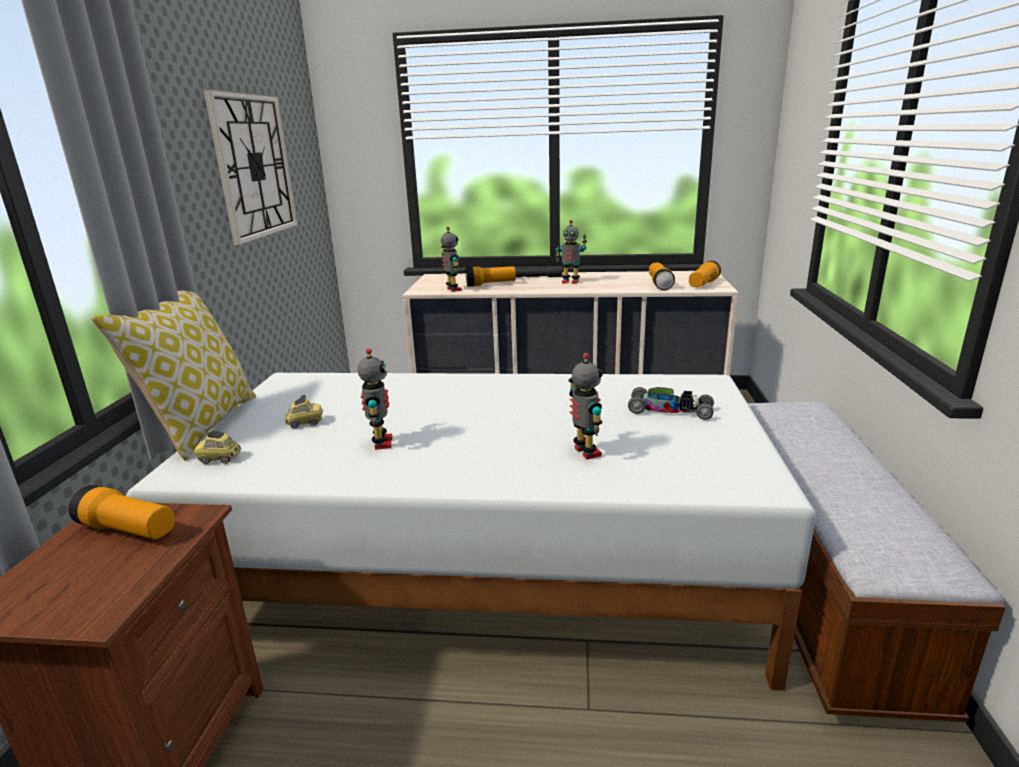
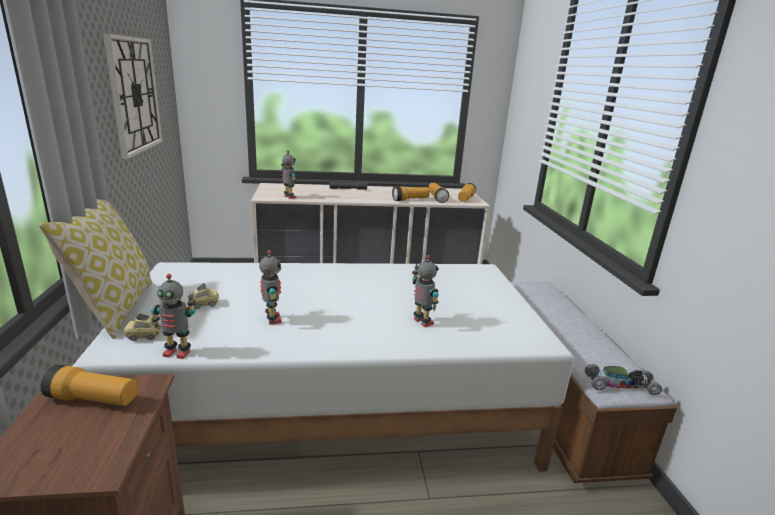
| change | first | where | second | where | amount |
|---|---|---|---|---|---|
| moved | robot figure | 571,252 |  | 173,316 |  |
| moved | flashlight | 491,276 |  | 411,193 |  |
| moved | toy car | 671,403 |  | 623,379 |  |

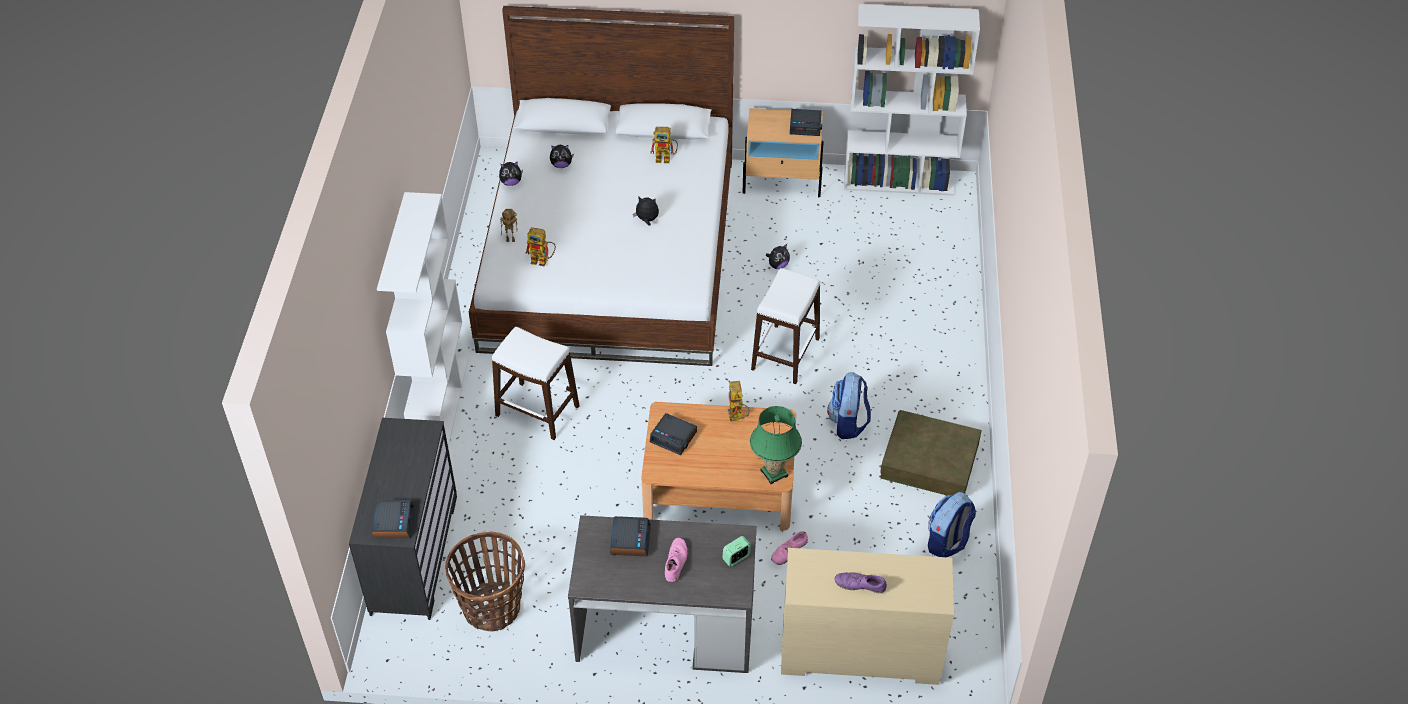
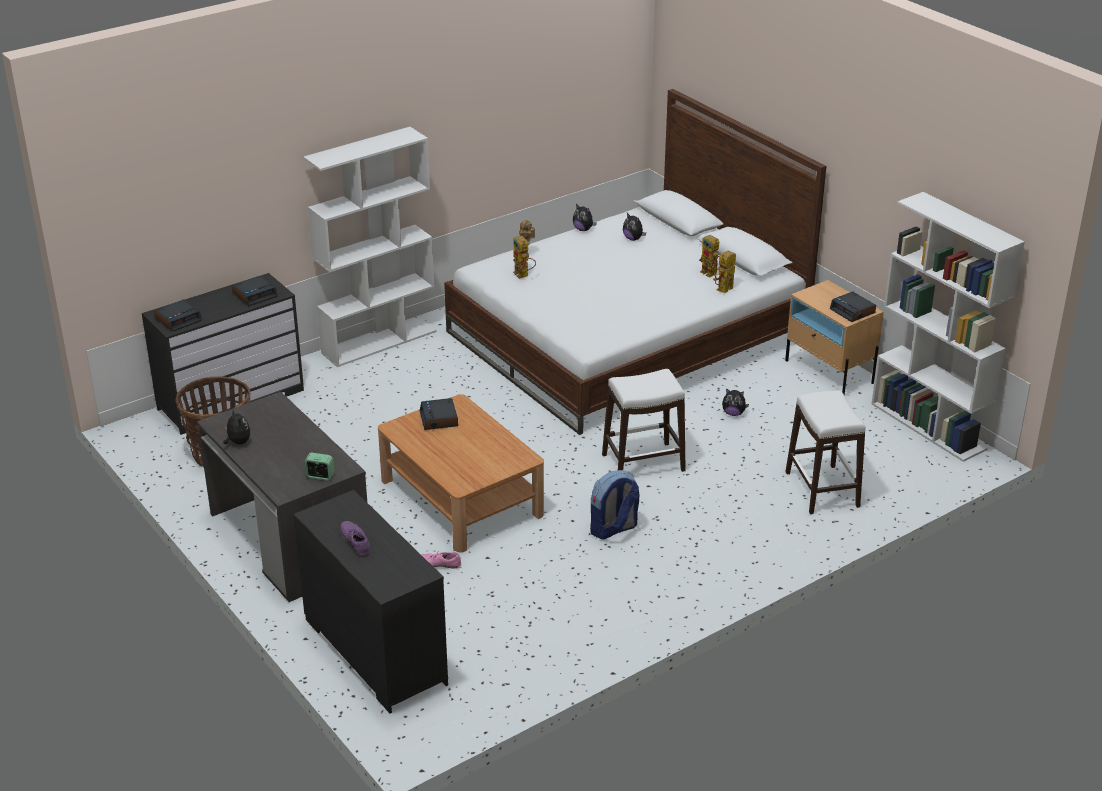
| change | first | where | second | where | amount |
|---|---|---|---|---|---|
| moved | plush toy | 646,211 |  | 236,426 |  |
| moved | bedside clock | 630,536 |  | 255,290 |  |
| recoloured | dresser/beige | 867,616 | dresser/black-coloured | 371,601 |  |
| moved | robot figure | 739,401 |  | 724,272 |  |
| moved | stool seat/whitish | 535,383 |  | 825,452 |  |
| removed | low shoe/pink | 676,560 |  |  |  |
| removed | table lamp/greenish | 776,445 |  |  |  |
| removed | storage box/brown-coloured | 931,453 |  |  |  |
| removed | backpack | 952,524 |  |  |  |

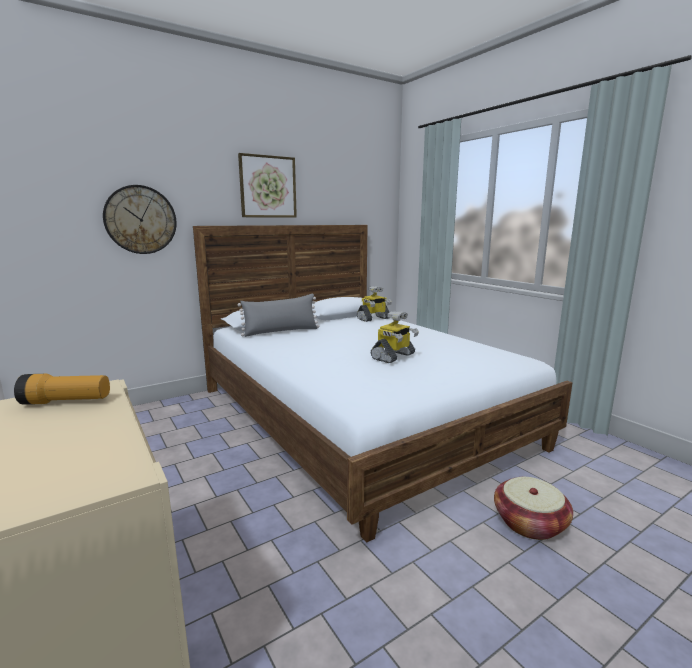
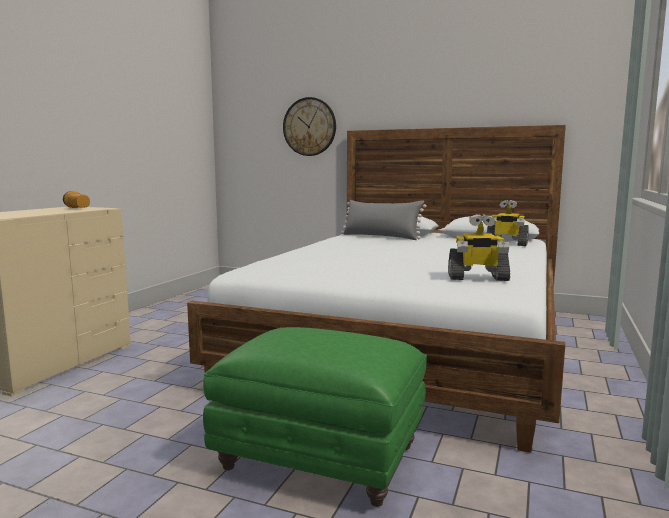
| change | first | where | second | where | amount |
|---|---|---|---|---|---|
| replaced | household basket | 533,508 | ottoman/greenish | 315,417 |  |
| moved | robot figure | 394,337 |  | 479,247 |  |
| removed | wall art | 267,185 |  |  |  |

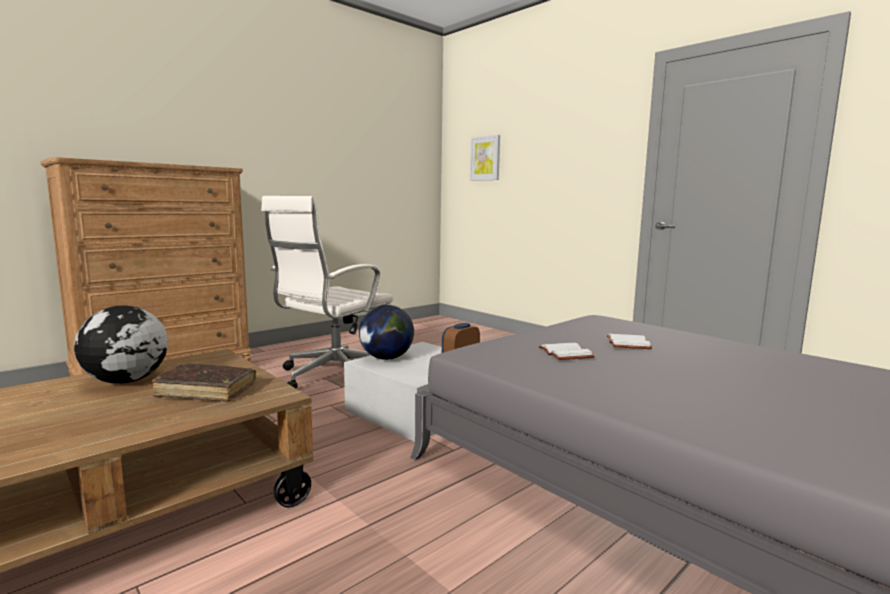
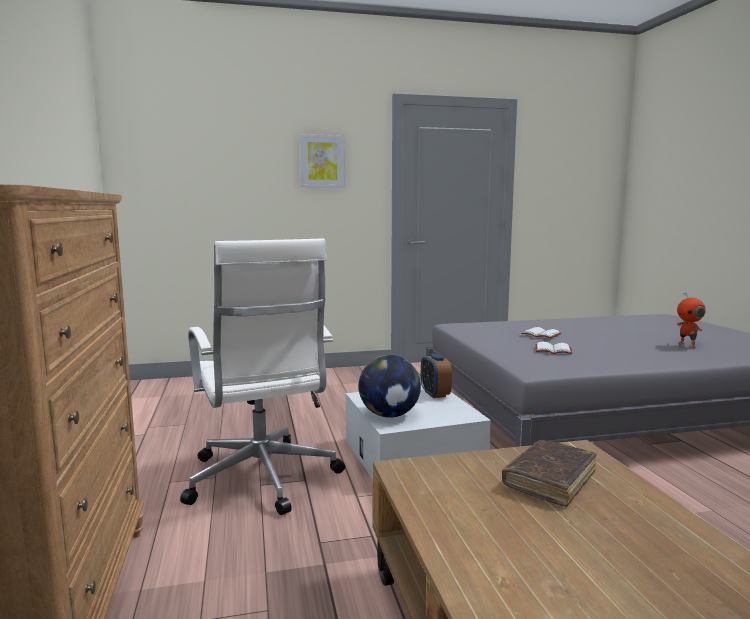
| change | first | where | second | where | amount |
|---|---|---|---|---|---|
| moved | wall art | 485,158 |  | 322,160 |  |
| added |  |  | robot figure | 691,320 |  |
| removed | desk globe | 121,344 |  |  |  |

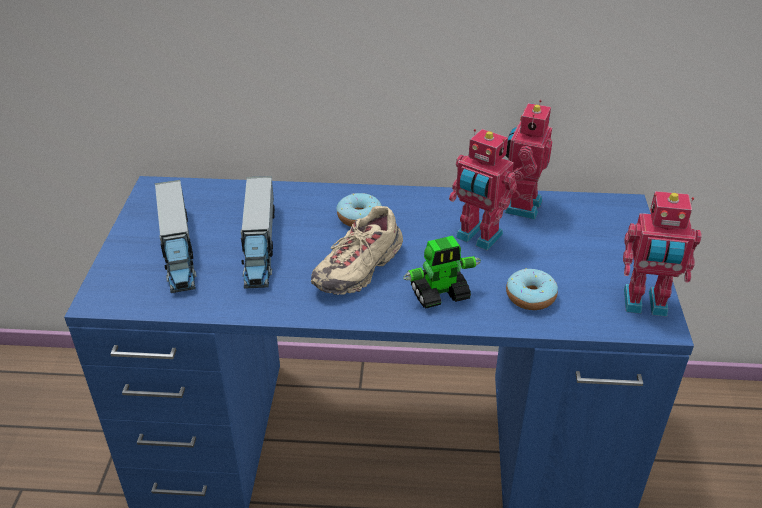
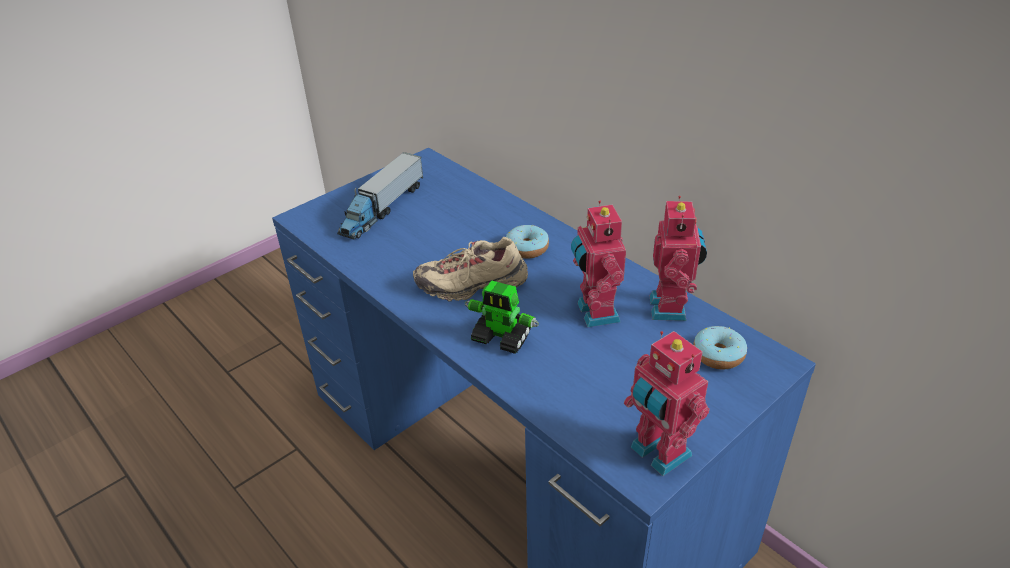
| change | first | where | second | where | amount |
|---|---|---|---|---|---|
| turned | robot figure | 528,159 |  | 678,258 | 120 degrees clockwise |
| moved | ring doughnut | 532,289 |  | 720,348 |  |
| removed | toy truck | 258,232 |  |  |  |

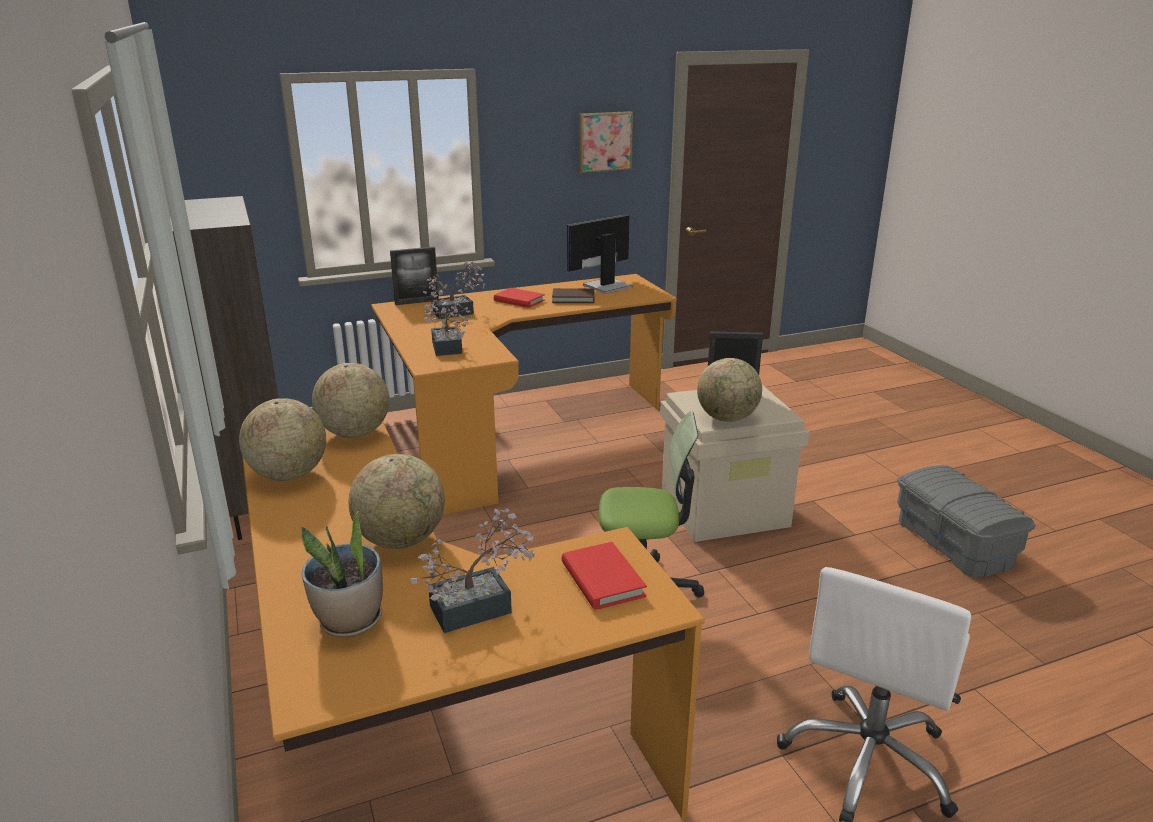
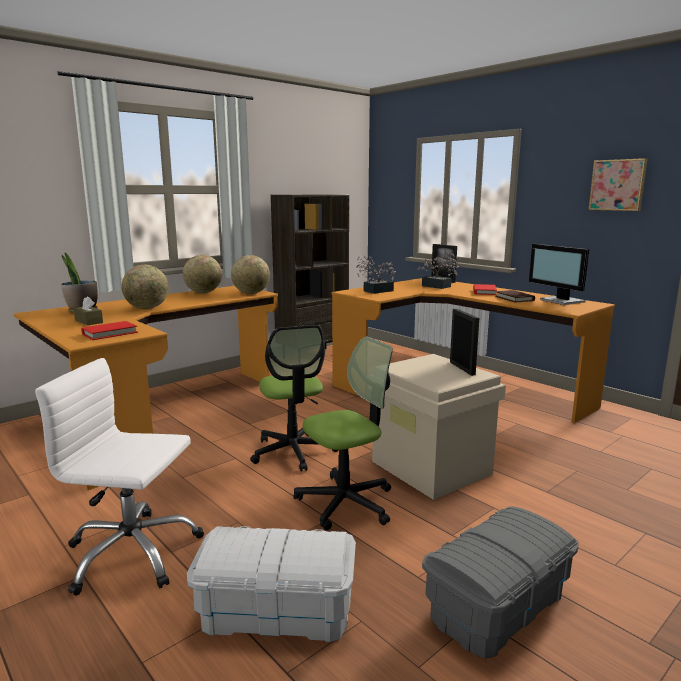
| change | first | where | second | where | amount |
|---|---|---|---|---|---|
| replaced | houseplant | 472,570 | tissue box/brown-coloured | 88,310 |  |
| added |  |  | storage box/whitish | 271,584 |  |
| added |  |  | office chair | 343,433 |  |
| turned | computer display | 600,254 |  | 559,274 | 150 degrees counterclockwise |
| removed | desk globe | 729,390 |  |  |  |

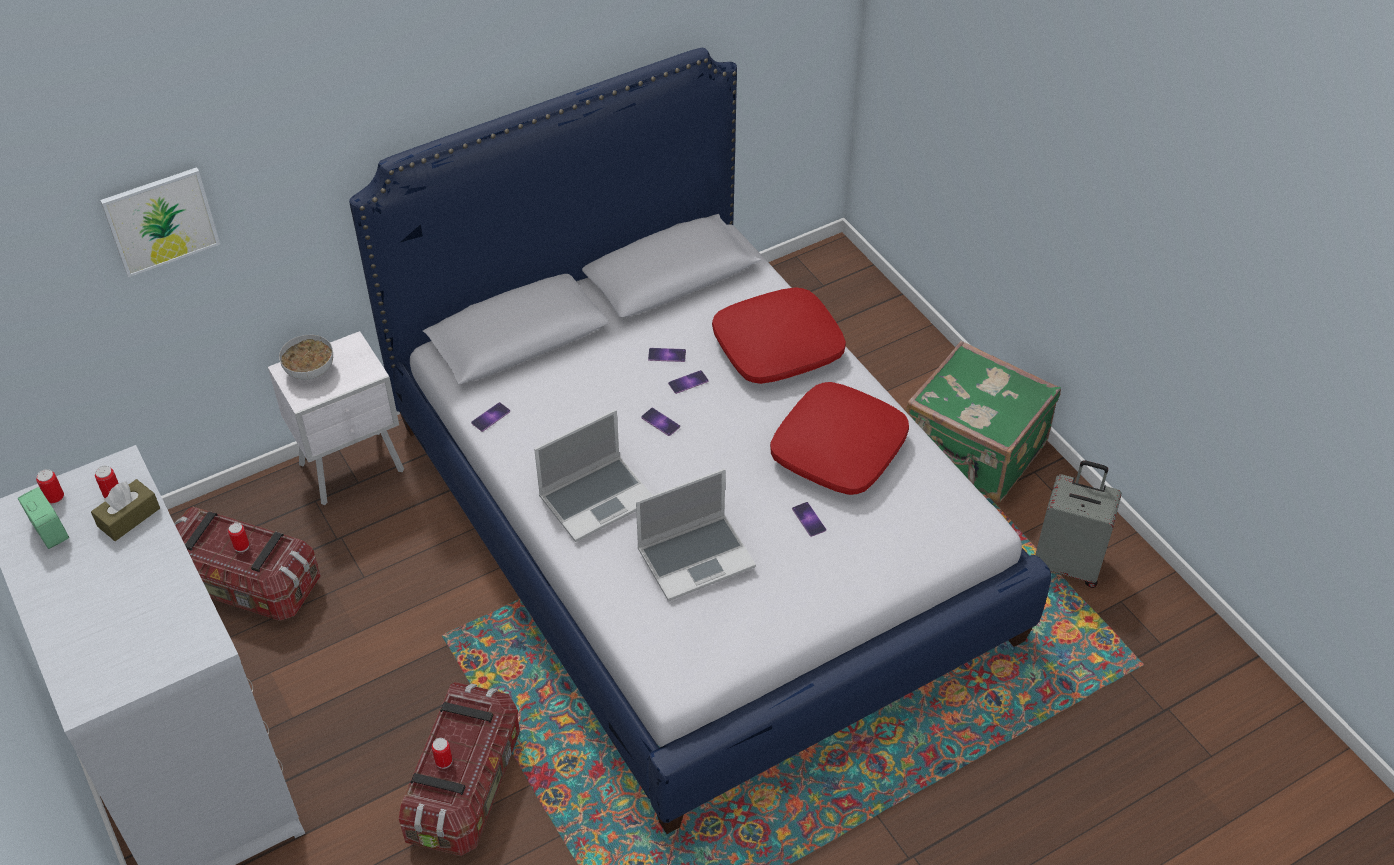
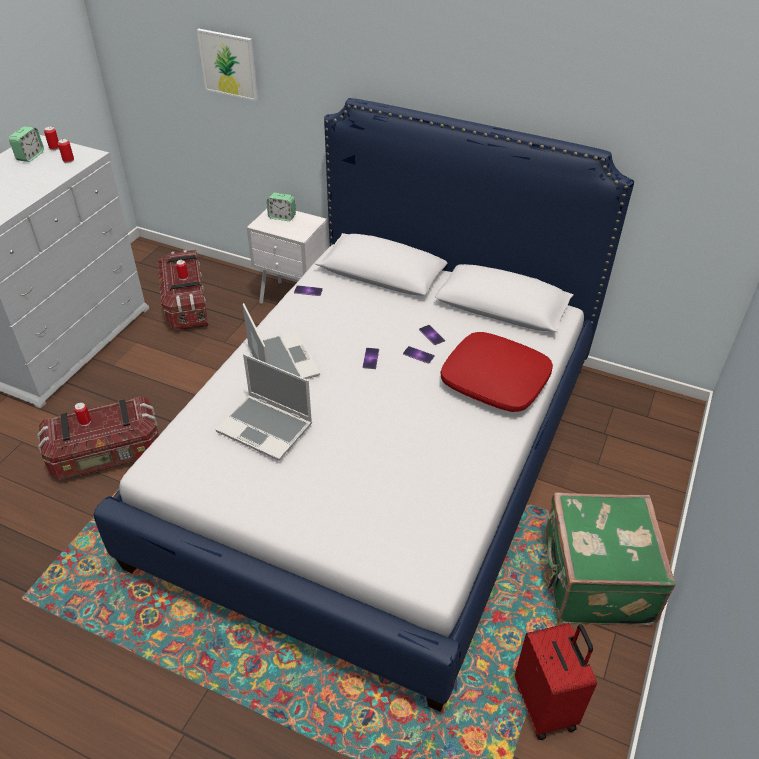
| change | first | where | second | where | amount |
|---|---|---|---|---|---|
| turned | portable computer | 593,476 |  | 281,341 | 135 degrees counterclockwise |
| replaced | deep dish | 306,357 | bedside clock | 281,207 |  |
| recoloured | piece of luggage/greyish | 1078,524 | piece of luggage/red-coloured | 556,681 |  |
| removed | tissue box/brown-coloured | 125,510 |  |  |  |
| removed | cushion/red-coloured | 839,438 |  |  |  |
| removed | telephone | 809,519 |  |  |  |

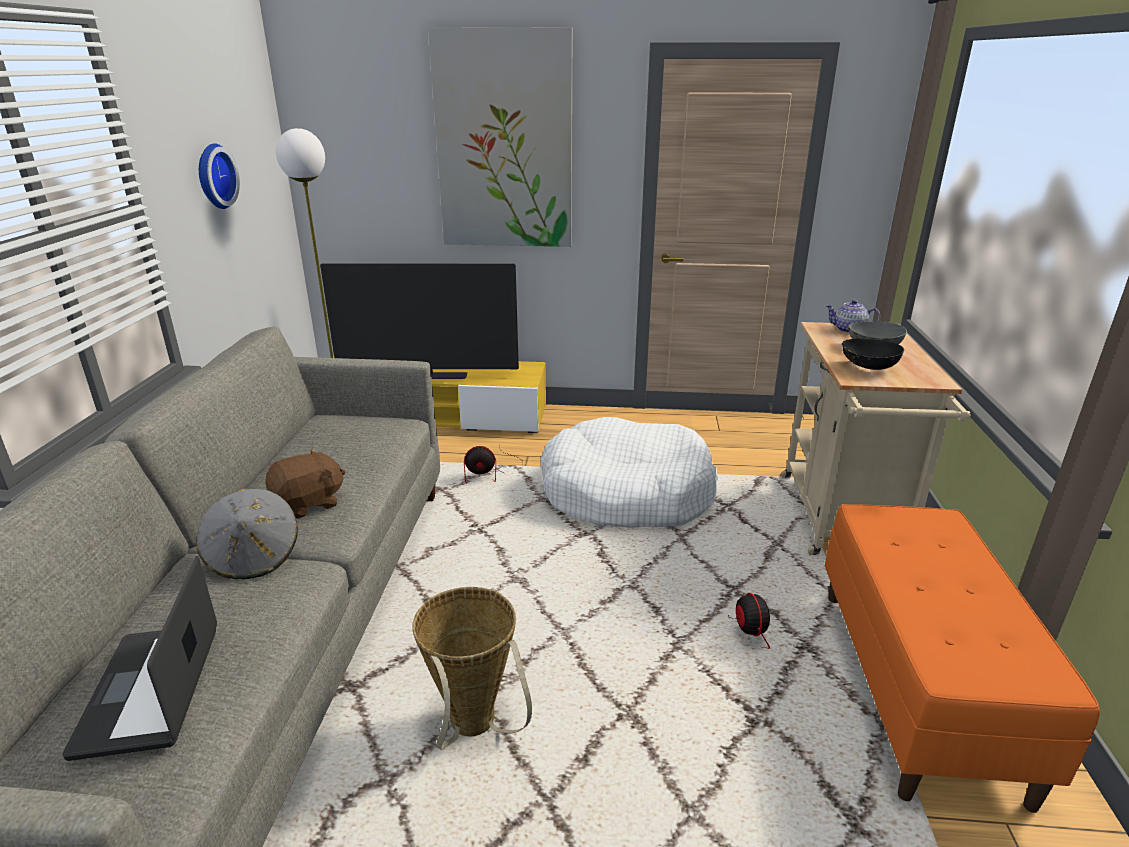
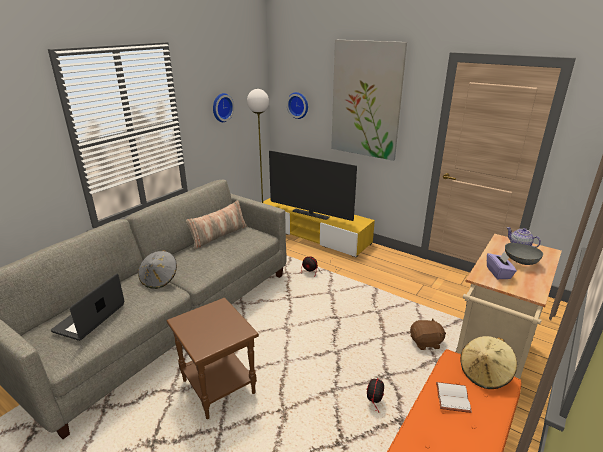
| change | first | where | second | where | amount |
|---|---|---|---|---|---|
| replaced | household basket | 472,668 | side table/brown-coloured | 212,358 |  |
| added |  |  | cushion | 216,224 |  |
| added |  |  | clock on the wall | 297,105 |  |
| moved | plush toy/brown-coloured | 305,483 |  | 428,334 |  |
| added |  |  | volume/whitish | 454,397 |  |
| added |  |  | clothing hat/beige | 489,362 |  |
| replaced | deep dish/black-coloured | 873,354 | tissue box/purple | 502,265 |  |
| removed | dog bed/whitish | 629,472 |  |  |  |

